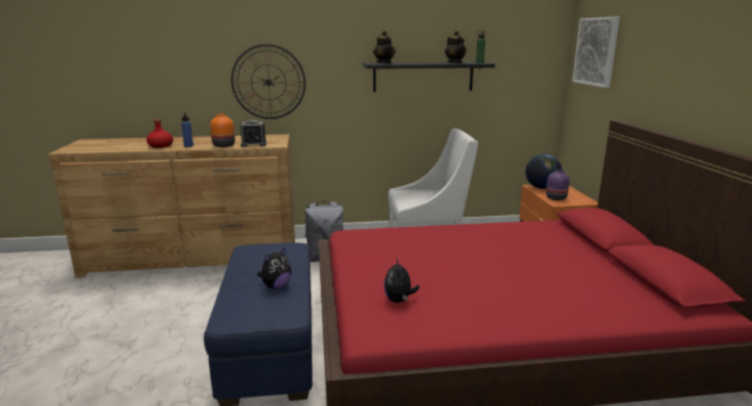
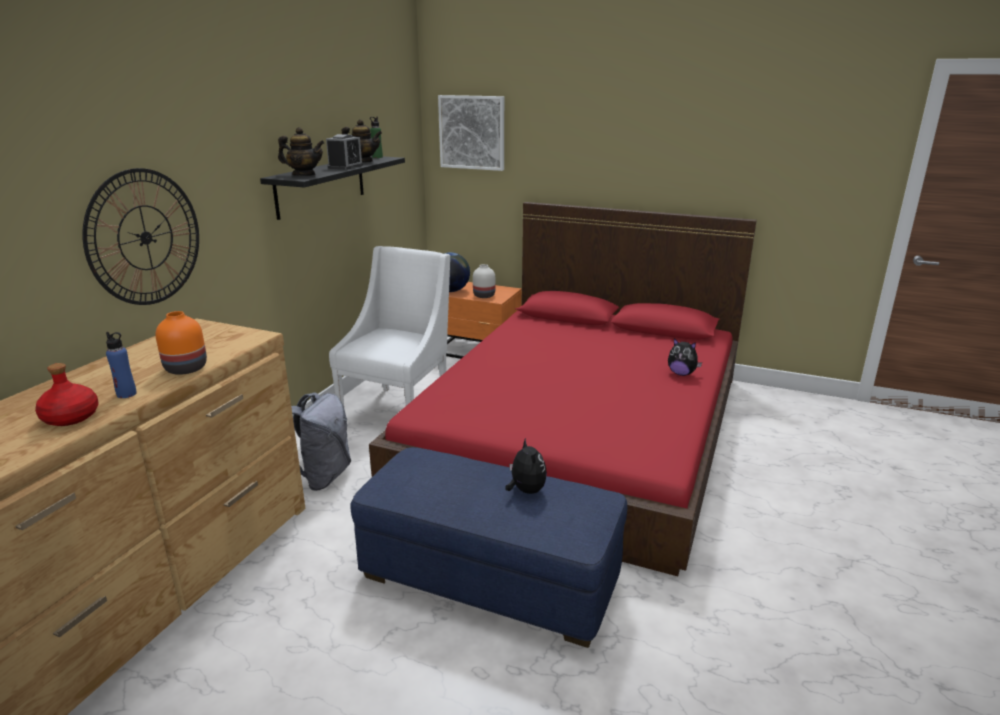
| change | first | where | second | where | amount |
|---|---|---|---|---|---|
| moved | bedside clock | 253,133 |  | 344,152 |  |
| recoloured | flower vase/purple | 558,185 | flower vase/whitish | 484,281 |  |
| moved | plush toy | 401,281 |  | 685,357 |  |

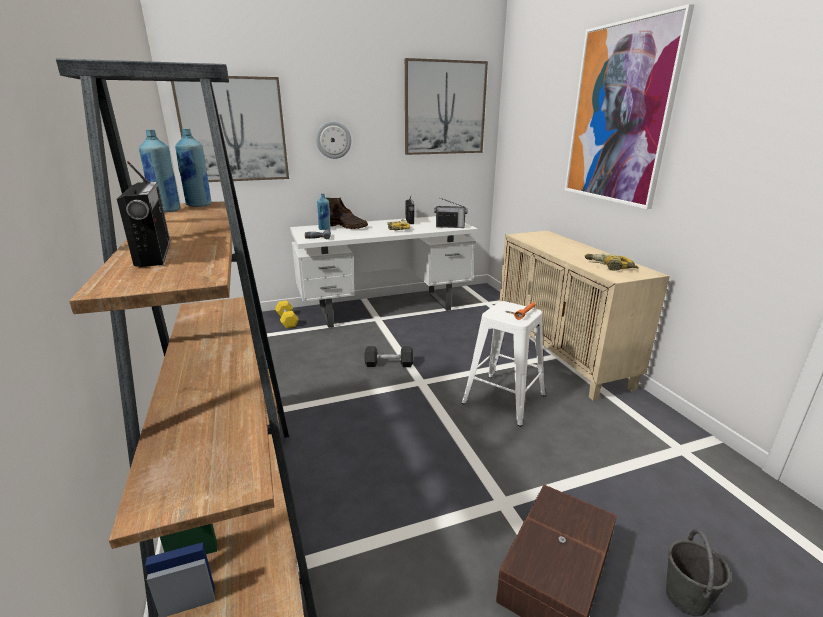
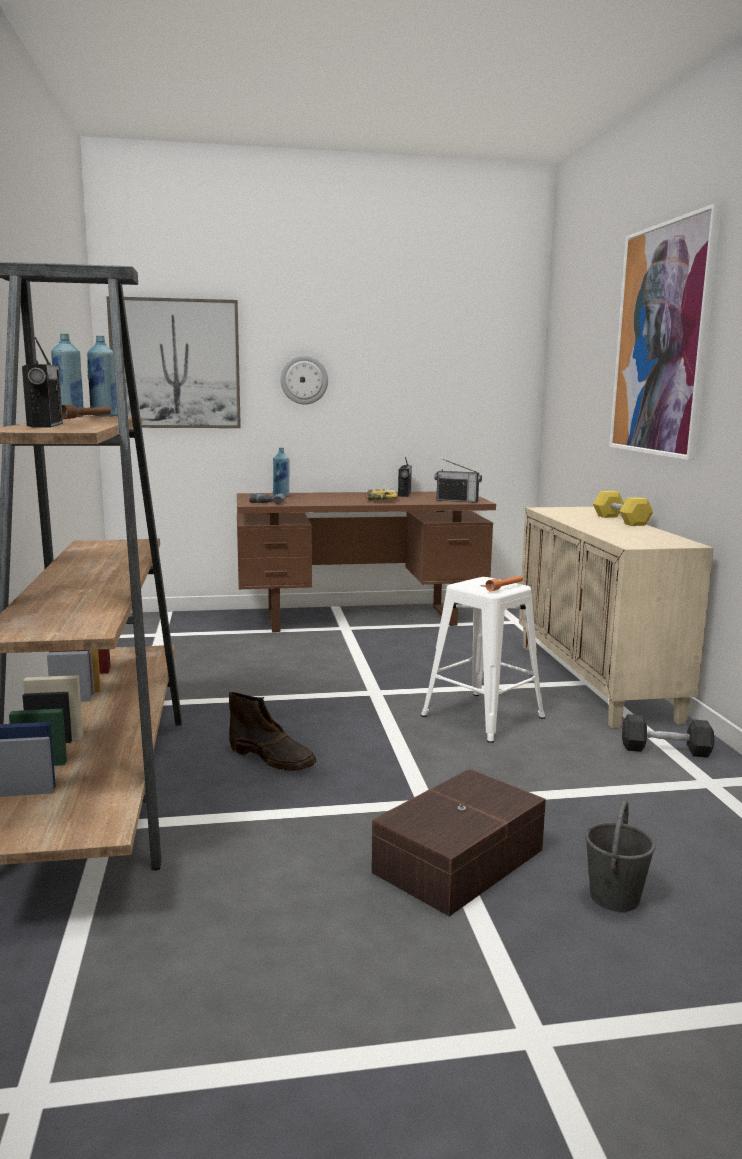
| change | first | where | second | where | amount |
|---|---|---|---|---|---|
| added |  |  | flashlight/brown-coloured | 86,412 |  |
| moved | boot/brown-coloured | 347,213 |  | 272,731 |  |
| recoloured | desk/whitish | 384,272 | desk/brown-coloured | 366,562 |  |
| moved | hand weight/yellowish | 287,314 |  | 623,508 |  |
| moved | hand weight/black-coloured | 388,356 |  | 668,736 |  |
| removed | wall art | 446,106 |  |  |  |
| removed | power drill | 611,262 |  |  |  |

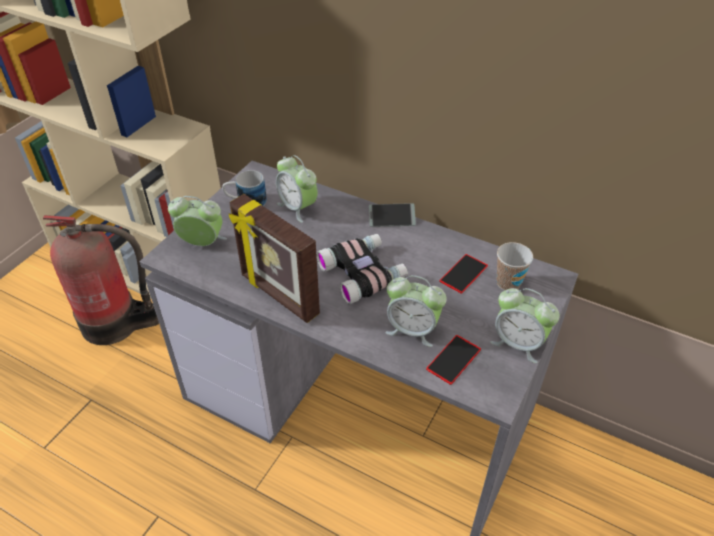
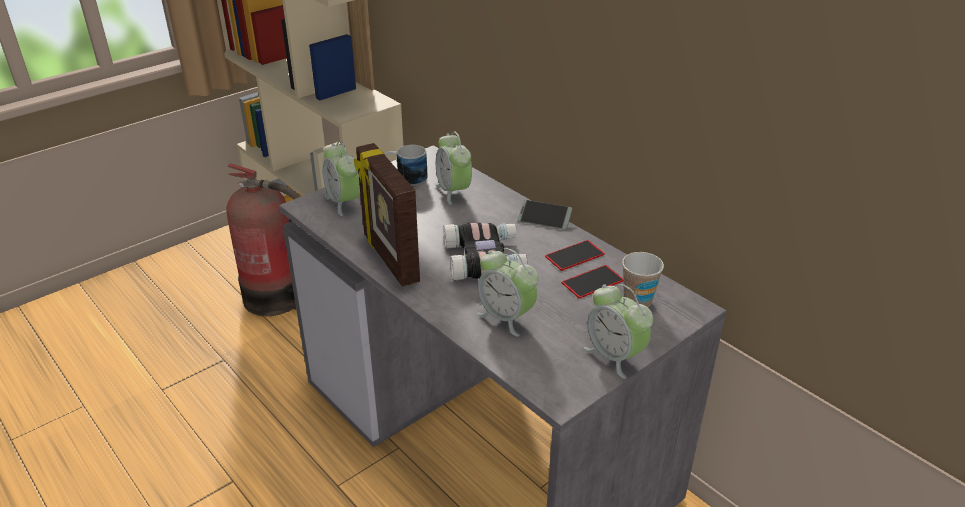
| change | first | where | second | where | amount |
|---|---|---|---|---|---|
| turned | bedside clock | 197,221 |  | 341,178 | 150 degrees counterclockwise |
| moved | telephone | 453,360 |  | 575,255 |  |

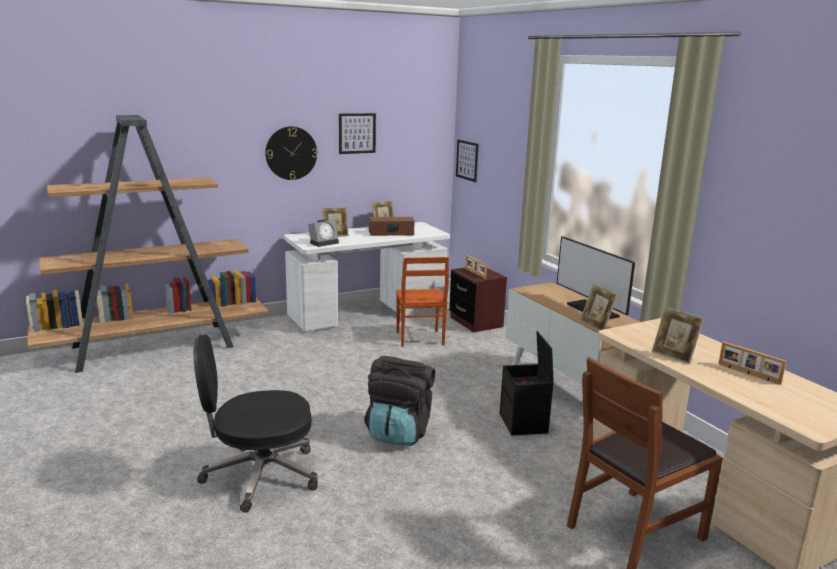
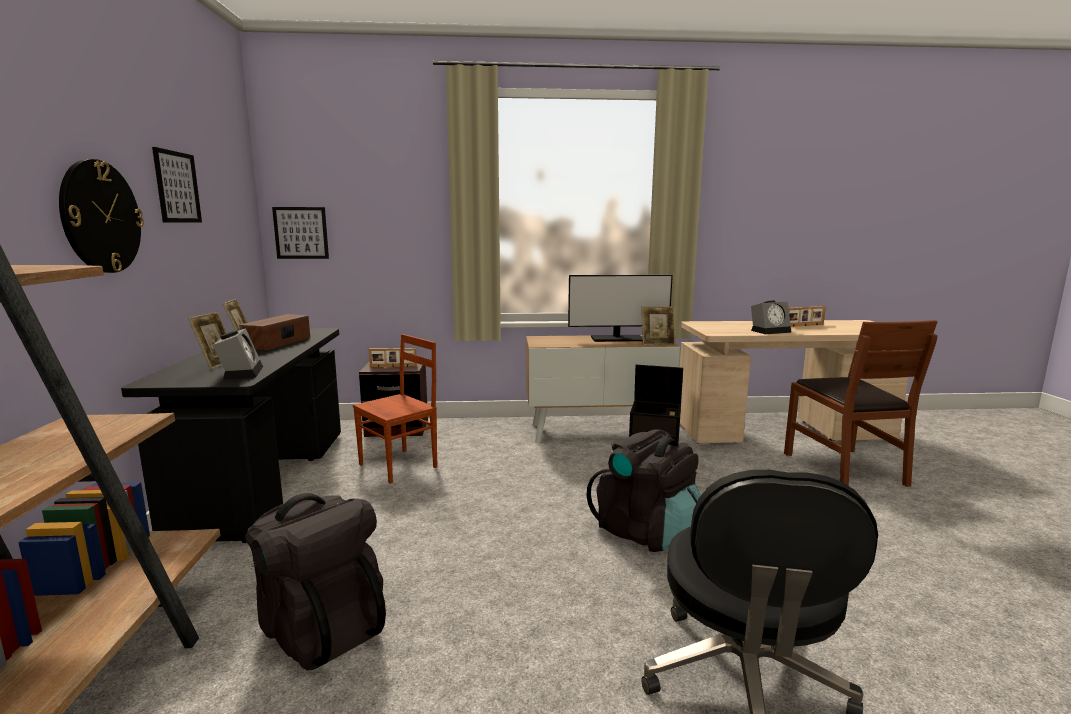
| change | first | where | second | where | amount |
|---|---|---|---|---|---|
| recoloured | desk/whitish | 367,276 | desk/black-coloured | 231,435 |  |
| added |  |  | backpack/black-coloured | 315,581 |  |
| turned | chair/brown-coloured | 422,302 |  | 395,409 | 60 degrees counterclockwise |
| replaced | photo frame | 678,335 | bedside clock | 771,317 |  |

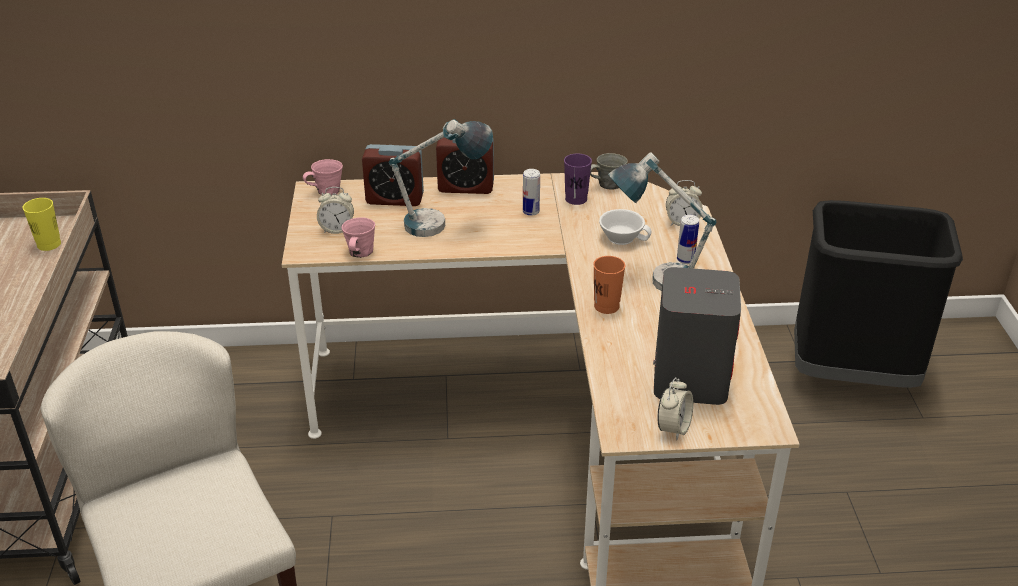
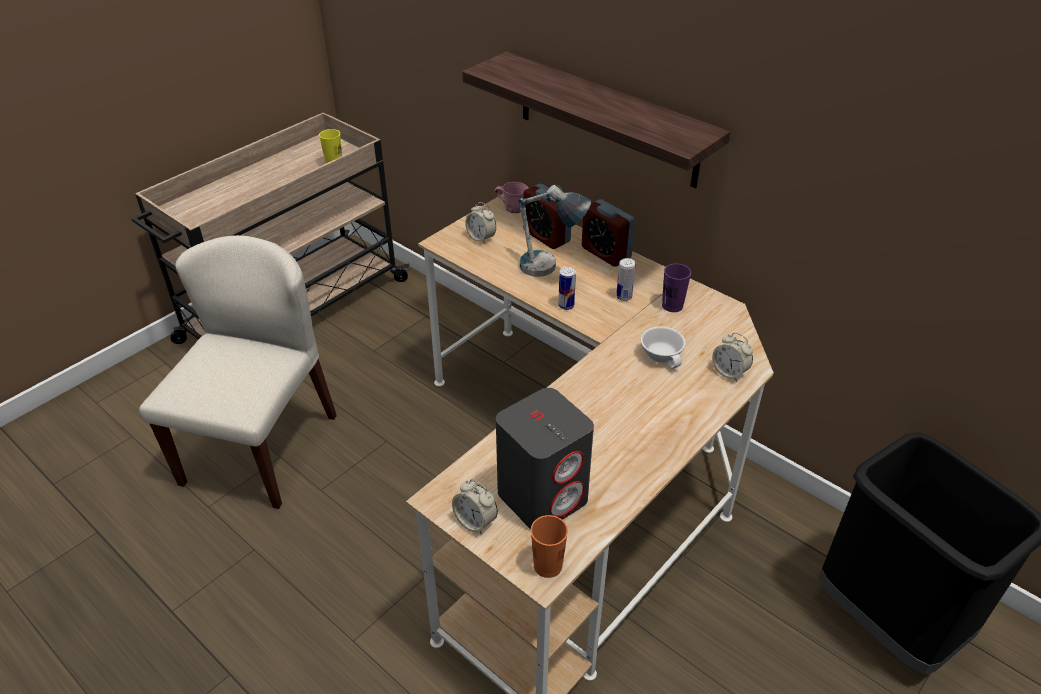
| change | first | where | second | where | amount |
|---|---|---|---|---|---|
| turned | bedside clock | 675,408 |  | 475,507 | 60 degrees clockwise |
| added |  |  | bracket shelf | 596,119 |  |
| moved | drinking cup/orangey | 609,285 |  | 549,546 |  |
| moved | can | 688,239 |  | 567,288 |  |
| removed | coffee mug/pink | 358,237 |  |  |  |
| removed | coffee mug/greyish | 609,171 |  |  |  |
| removed | table lamp | 662,221 |  |  |  |

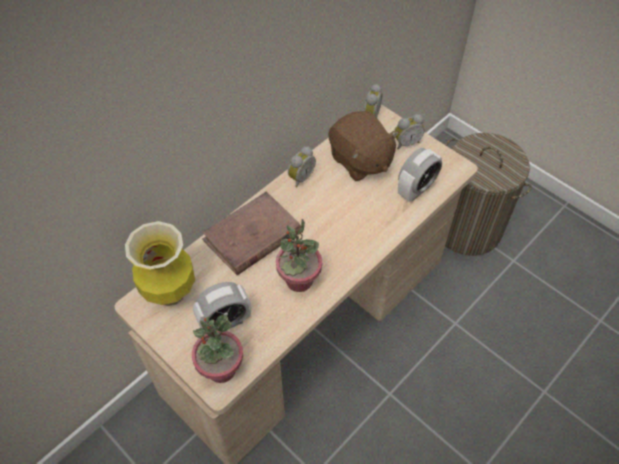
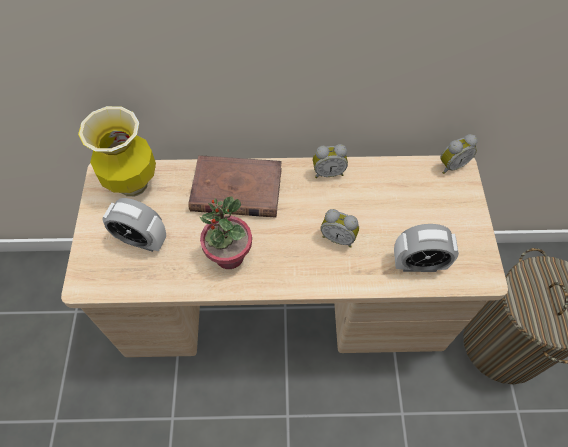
| change | first | where | second | where | amount |
|---|---|---|---|---|---|
| moved | bedside clock | 409,131 |  | 340,228 |  |
| removed | houseplant | 217,349 |  |  |  |
| removed | plush toy/brown-coloured | 363,146 |  |  |  |

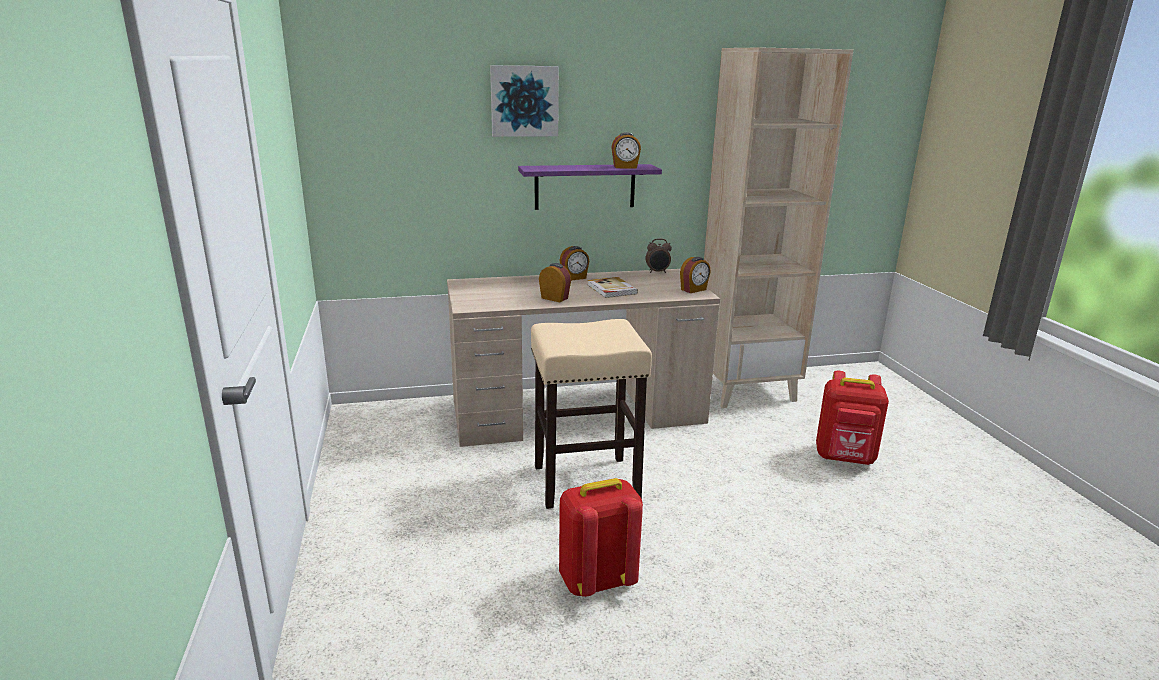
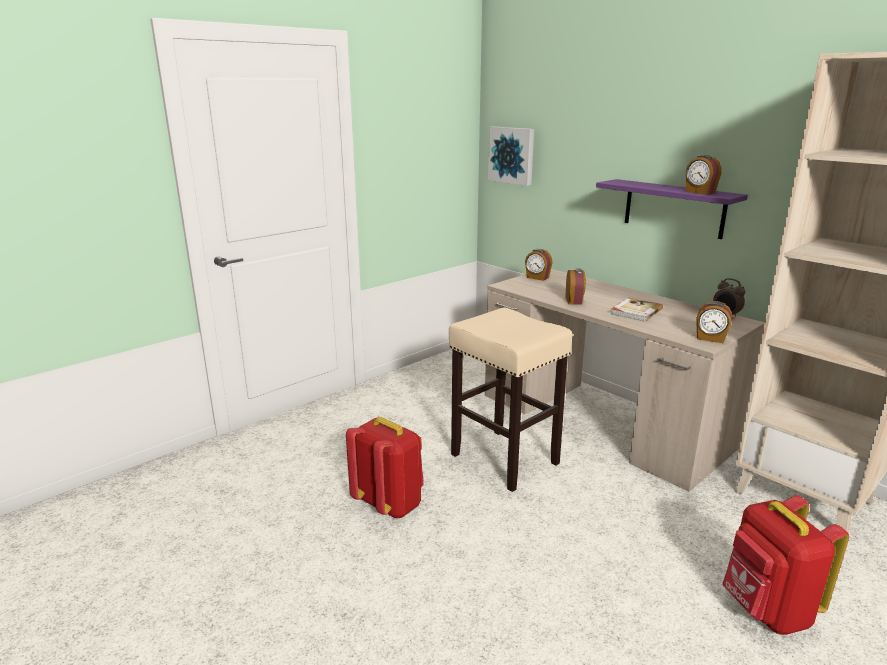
| change | first | where | second | where | amount |
|---|---|---|---|---|---|
| moved | wall art | 524,101 |  | 511,156 |  |
| moved | bedside clock | 574,263 |  | 539,265 |  |

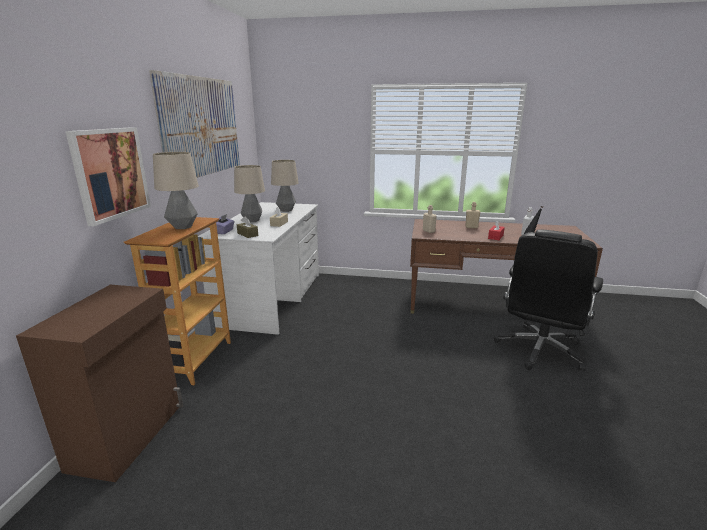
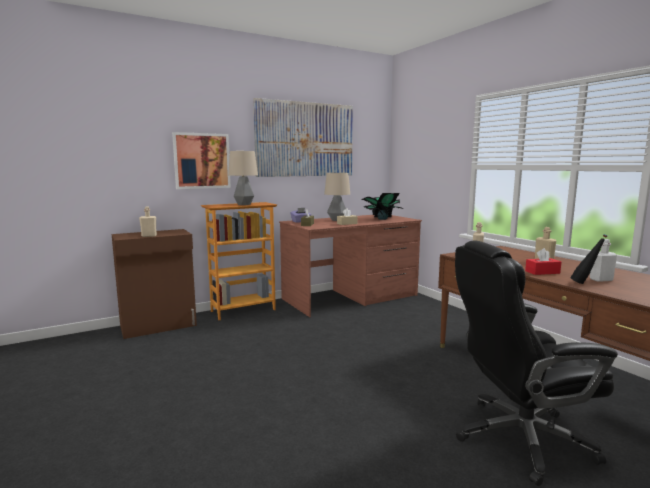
| change | first | where | second | where | amount |
|---|---|---|---|---|---|
| added |  |  | beverage bottle/beige | 148,222 |  |
| recoloured | desk/whitish | 258,268 | desk/brown-coloured | 350,266 |  |
| replaced | table lamp | 285,186 | houseplant | 382,206 |  |

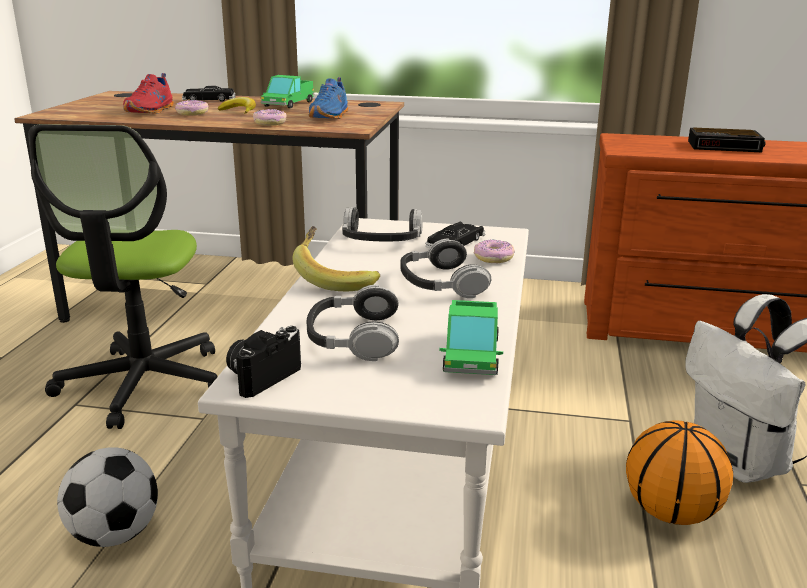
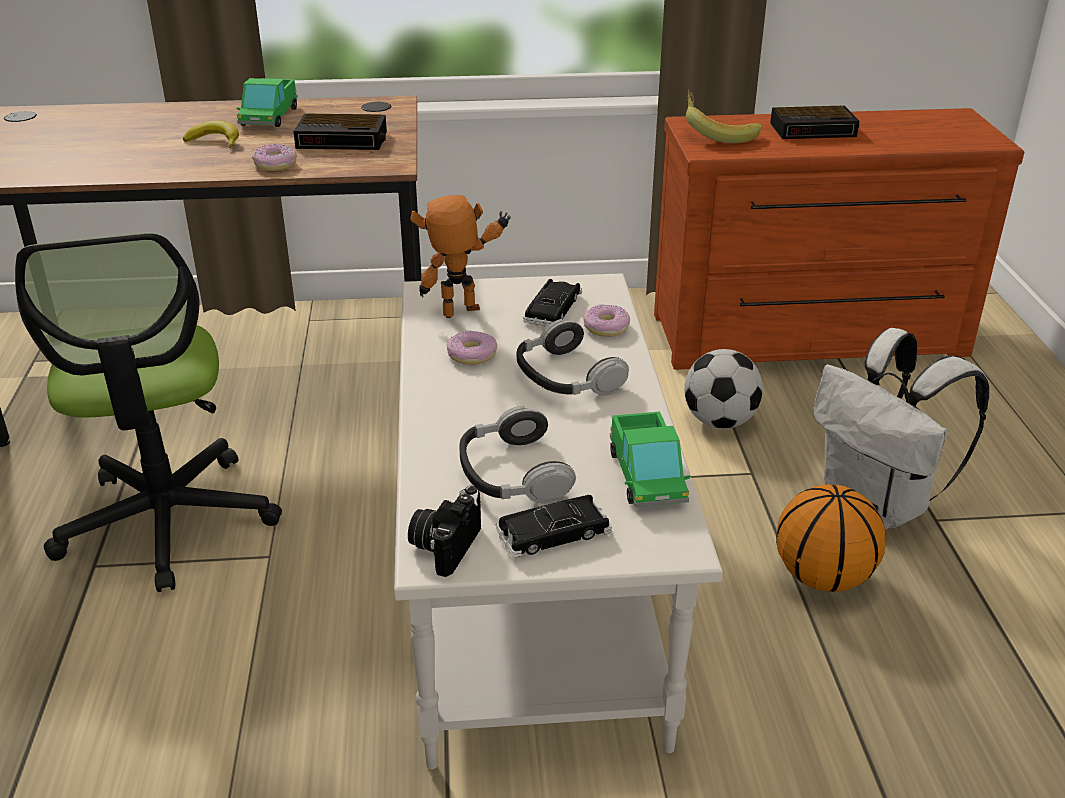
| change | first | where | second | where | amount |
|---|---|---|---|---|---|
| replaced | low shoe/blue-coloured | 328,98 | bedside clock | 340,132 |  |
| replaced | pair of headphones | 382,224 | robot figure | 460,256 |  |
| moved | ring doughnut | 192,107 |  | 471,348 |  |
| moved | toy car/black-coloured | 209,94 |  | 554,526 |  |
| moved | ball for football | 107,497 |  | 723,389 |  |
| moved | whole banana | 336,258 |  | 724,116 |  |
| removed | low shoe/red-coloured | 148,93 |  |  |  |

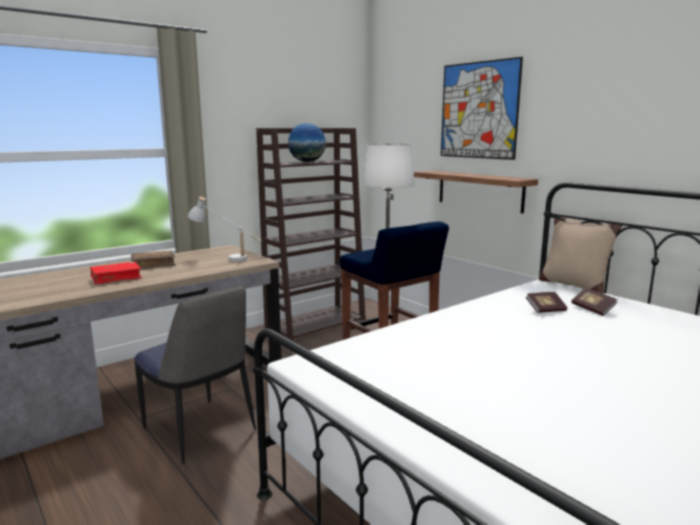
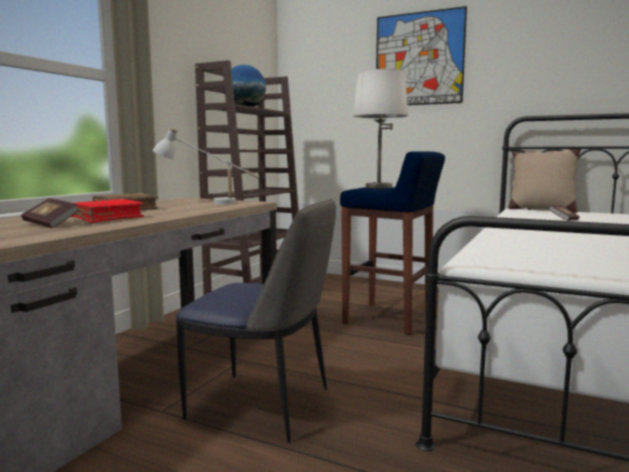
| change | first | where | second | where | amount |
|---|---|---|---|---|---|
| moved | volume | 595,302 |  | 50,213 |  |
| removed | bracket shelf | 476,192 |  |  |  |

